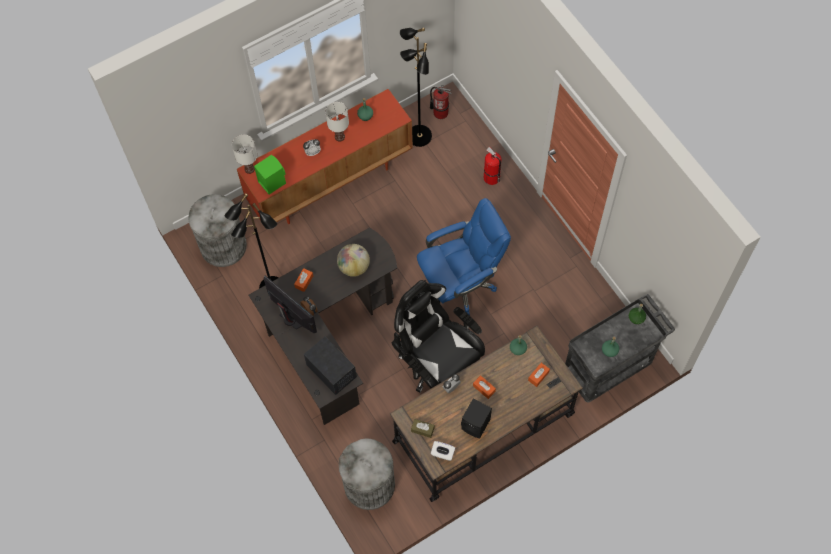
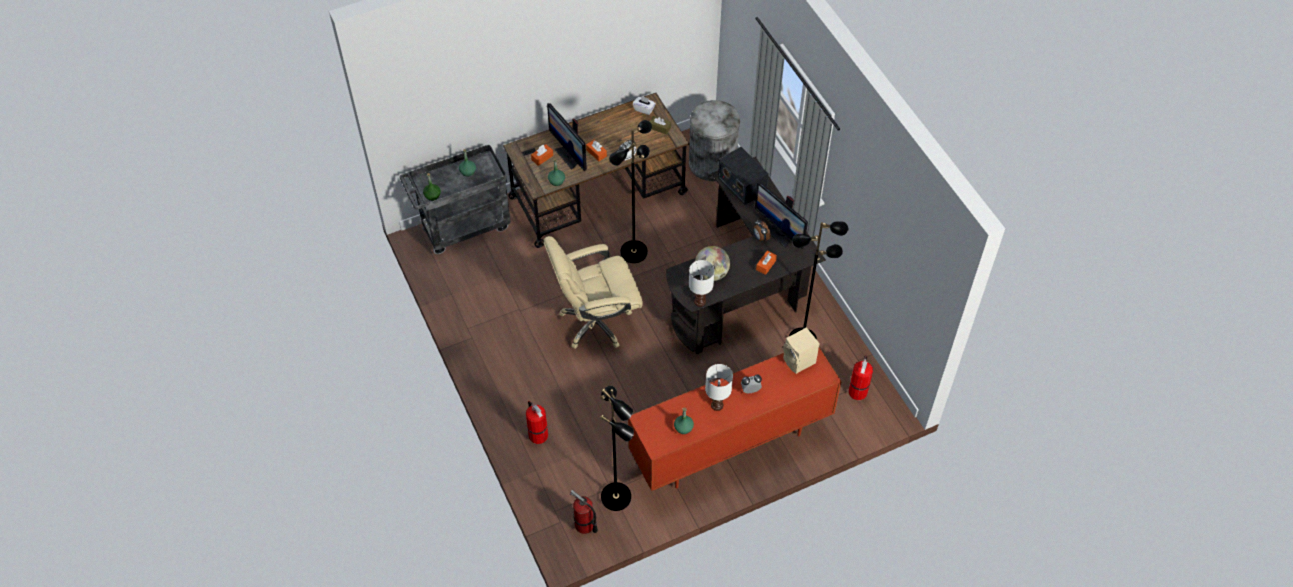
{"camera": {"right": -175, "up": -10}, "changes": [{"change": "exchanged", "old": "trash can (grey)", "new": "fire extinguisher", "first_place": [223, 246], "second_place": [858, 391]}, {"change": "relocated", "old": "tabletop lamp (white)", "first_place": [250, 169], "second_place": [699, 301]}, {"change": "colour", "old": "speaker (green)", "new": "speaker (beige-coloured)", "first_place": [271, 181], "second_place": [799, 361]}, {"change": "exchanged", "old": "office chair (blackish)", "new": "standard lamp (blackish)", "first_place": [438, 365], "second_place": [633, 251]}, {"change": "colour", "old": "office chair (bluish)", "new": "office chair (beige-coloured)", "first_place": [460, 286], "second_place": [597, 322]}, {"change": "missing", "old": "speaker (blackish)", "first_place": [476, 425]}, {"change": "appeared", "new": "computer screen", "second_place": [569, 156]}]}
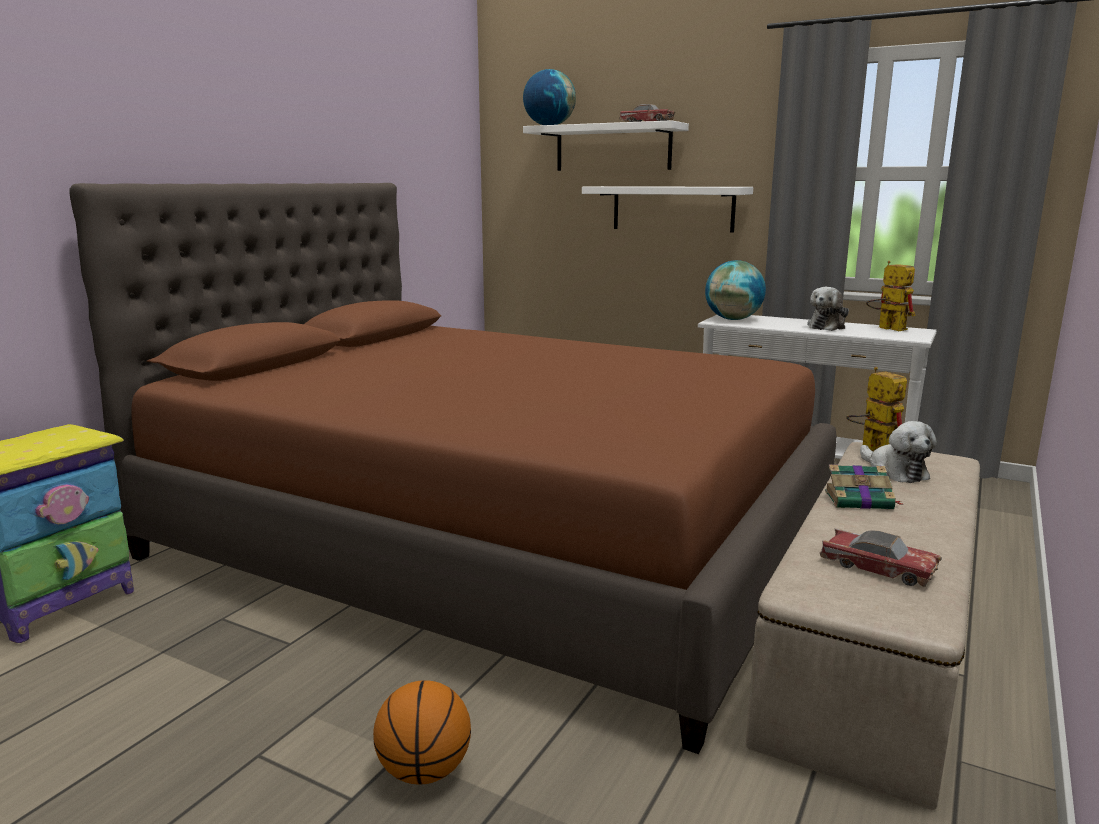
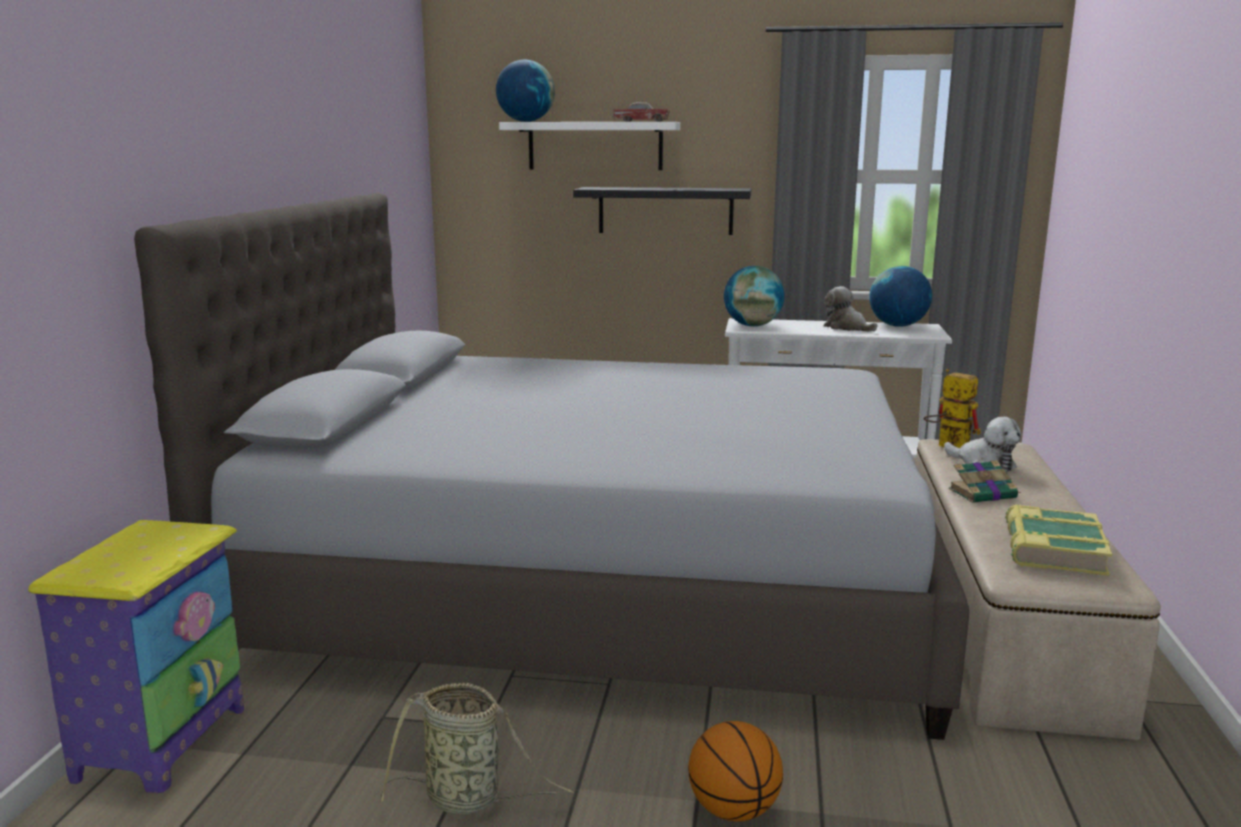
{"camera": {"right": -20, "up": 0}, "changes": [{"change": "colour", "old": "sleeping bed (brown-coloured)", "new": "sleeping bed (grey)", "first_place": [490, 540], "second_place": [594, 585]}, {"change": "colour", "old": "wall shelf (white)", "new": "wall shelf (blackish)", "first_place": [672, 208], "second_place": [665, 210]}, {"change": "spun", "old": "cuddly toy", "first_place": [827, 326], "second_place": [847, 328], "degrees": 120}, {"change": "exchanged", "old": "toy car", "new": "book", "first_place": [877, 568], "second_place": [1052, 549]}, {"change": "exchanged", "old": "robot figure", "new": "world globe", "first_place": [886, 328], "second_place": [897, 326]}, {"change": "appeared", "new": "basket", "second_place": [468, 799]}]}
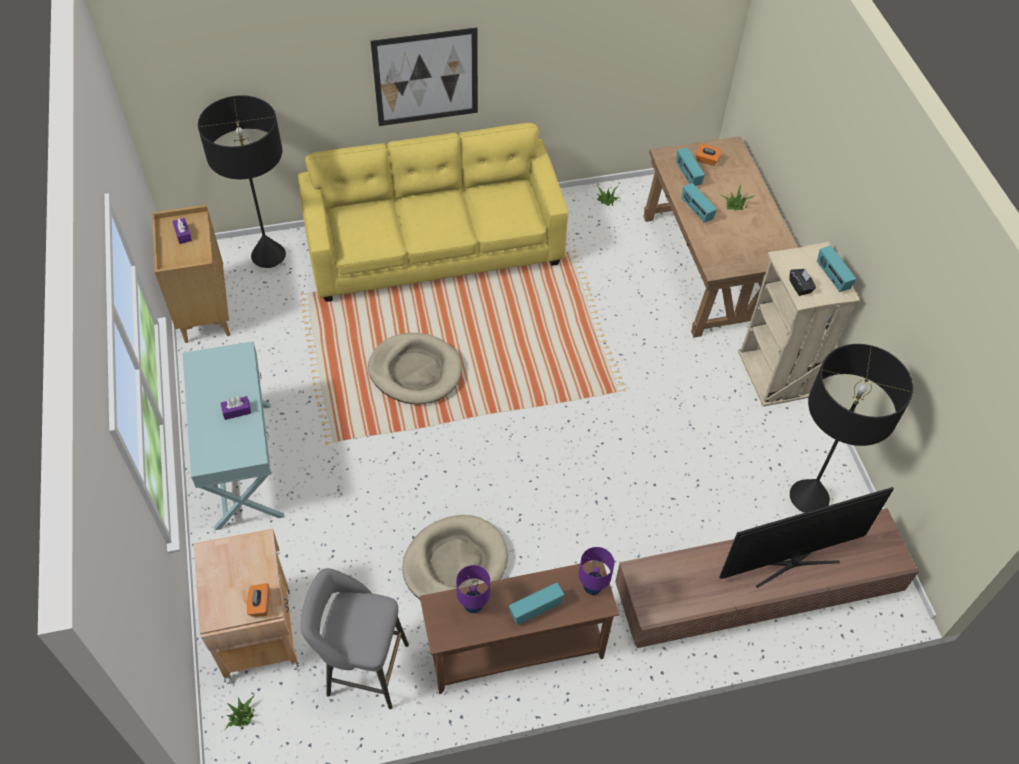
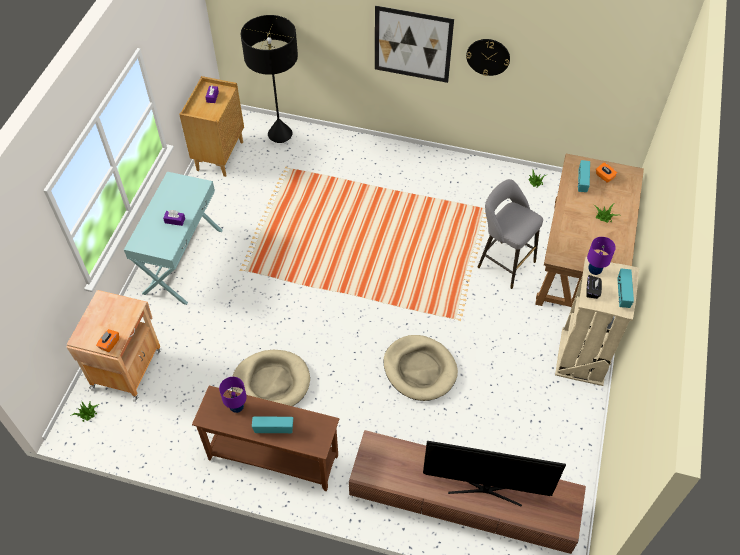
{"camera": {"right": 30, "up": 0}, "changes": [{"change": "missing", "old": "sofa (yellowish)", "first_place": [435, 248]}, {"change": "relocated", "old": "stool (grey)", "first_place": [362, 668], "second_place": [503, 262]}, {"change": "relocated", "old": "dog bed (beige-coloured)", "first_place": [415, 371], "second_place": [419, 369]}, {"change": "relocated", "old": "tabletop lamp (purplish)", "first_place": [593, 588], "second_place": [595, 271]}, {"change": "missing", "old": "radio receiver", "first_place": [696, 211]}, {"change": "missing", "old": "standard lamp (blackish)", "first_place": [808, 499]}, {"change": "appeared", "new": "clock on the wall", "second_place": [488, 57]}]}
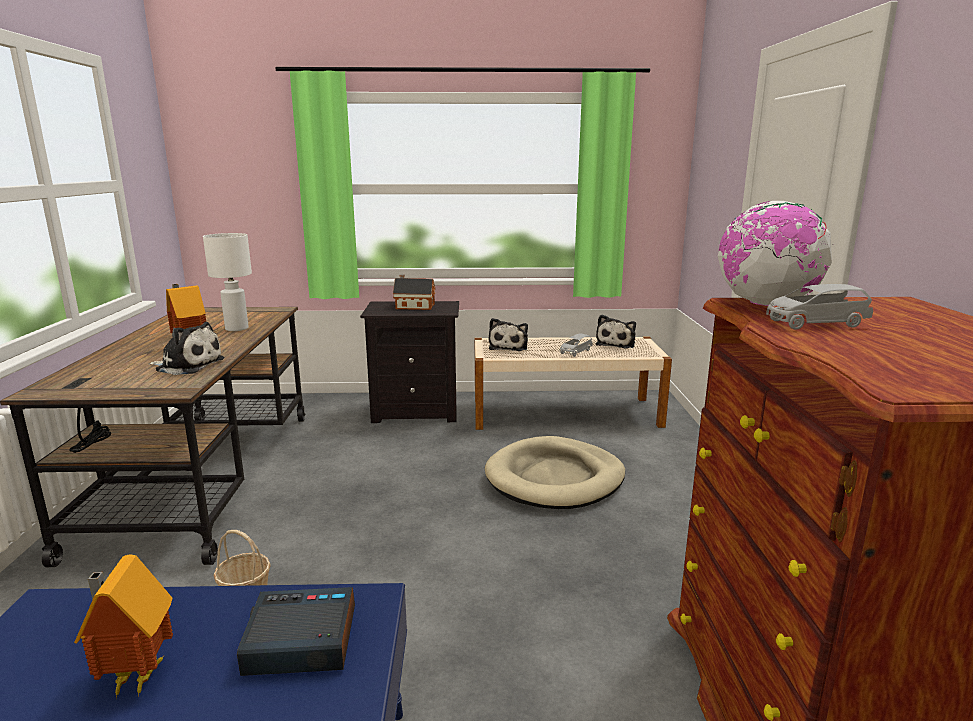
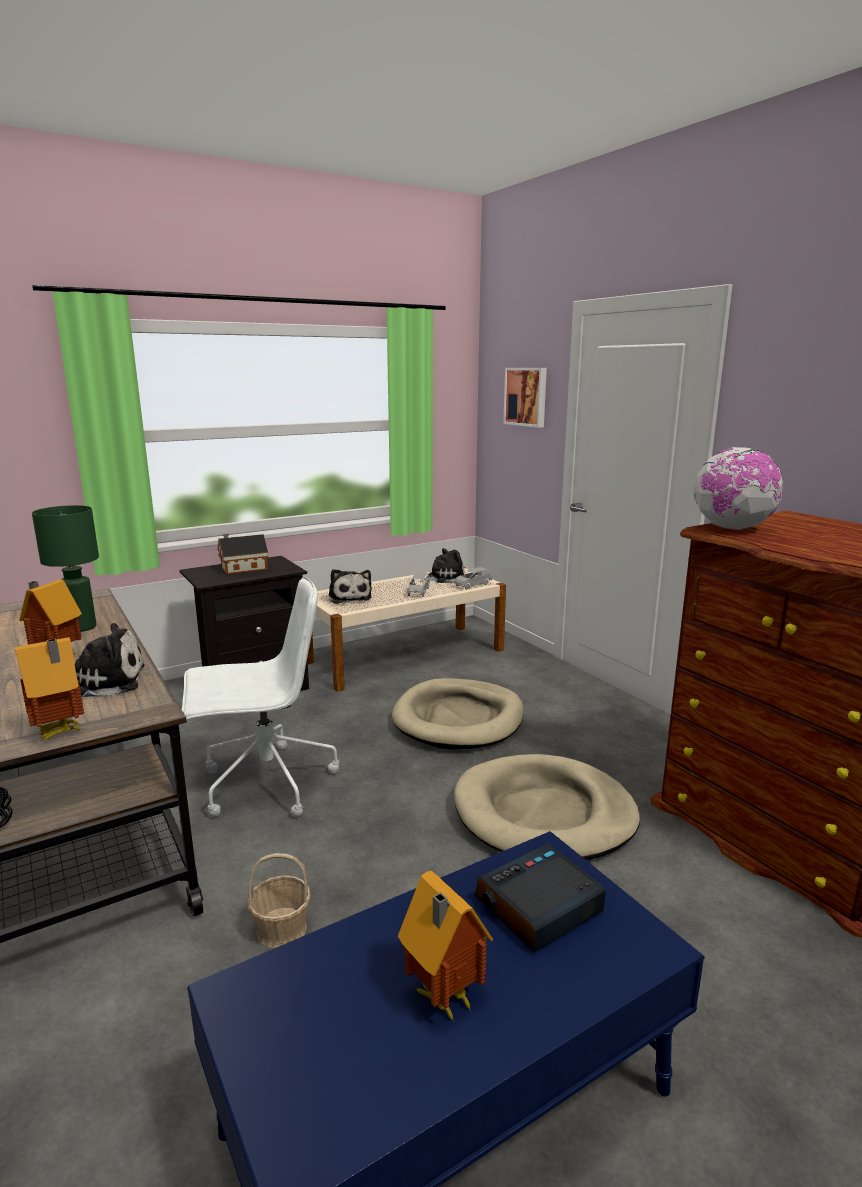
{"camera": {"right": -30, "up": 0}, "changes": [{"change": "colour", "old": "tabletop lamp (white)", "new": "tabletop lamp (green)", "first_place": [236, 328], "second_place": [80, 627]}, {"change": "spun", "old": "cuddly toy", "first_place": [616, 344], "second_place": [444, 578], "degrees": -105}, {"change": "relocated", "old": "toy car (grey)", "first_place": [814, 324], "second_place": [472, 585]}, {"change": "appeared", "new": "model house", "second_place": [60, 734]}, {"change": "appeared", "new": "office chair (white)", "second_place": [262, 785]}, {"change": "appeared", "new": "dog bed (beige-coloured)", "second_place": [544, 814]}, {"change": "appeared", "new": "picture", "second_place": [526, 396]}]}
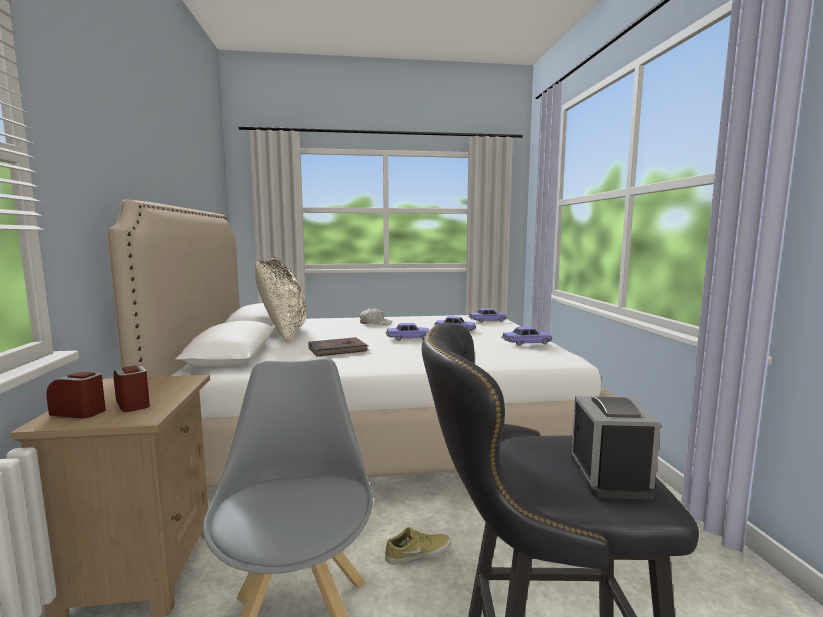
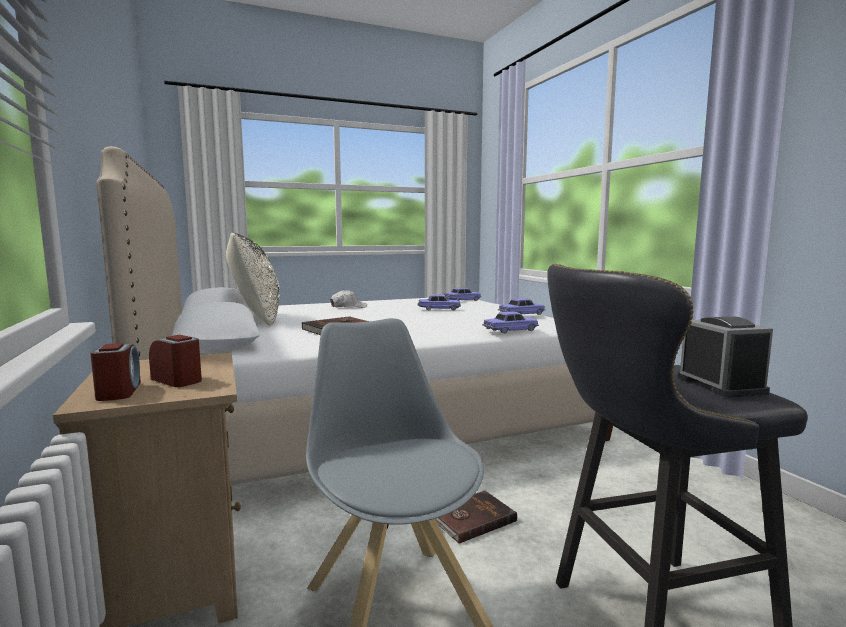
{"camera": {"right": -15, "up": 0}, "changes": [{"change": "spun", "old": "alarm clock", "first_place": [79, 412], "second_place": [119, 391], "degrees": 75}, {"change": "relocated", "old": "toy car", "first_place": [408, 338], "second_place": [510, 330]}, {"change": "exchanged", "old": "shoe (beige-coloured)", "new": "book (brown-coloured)", "first_place": [418, 552], "second_place": [471, 519]}]}
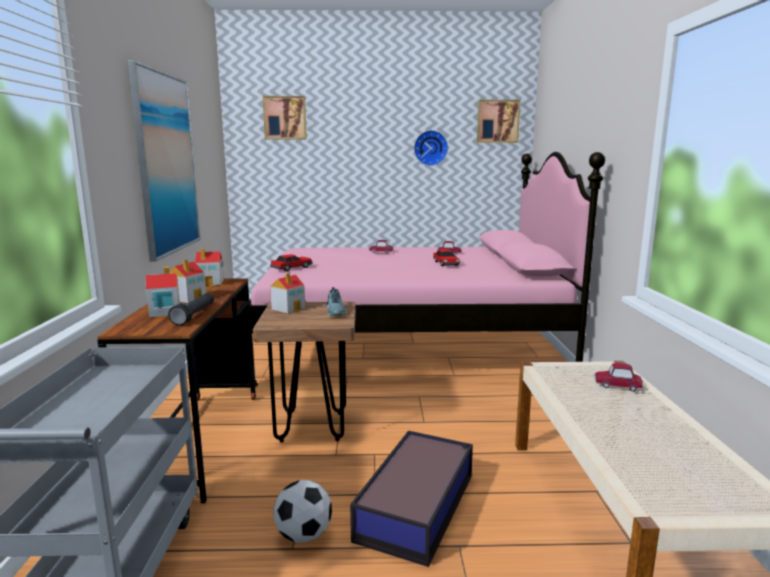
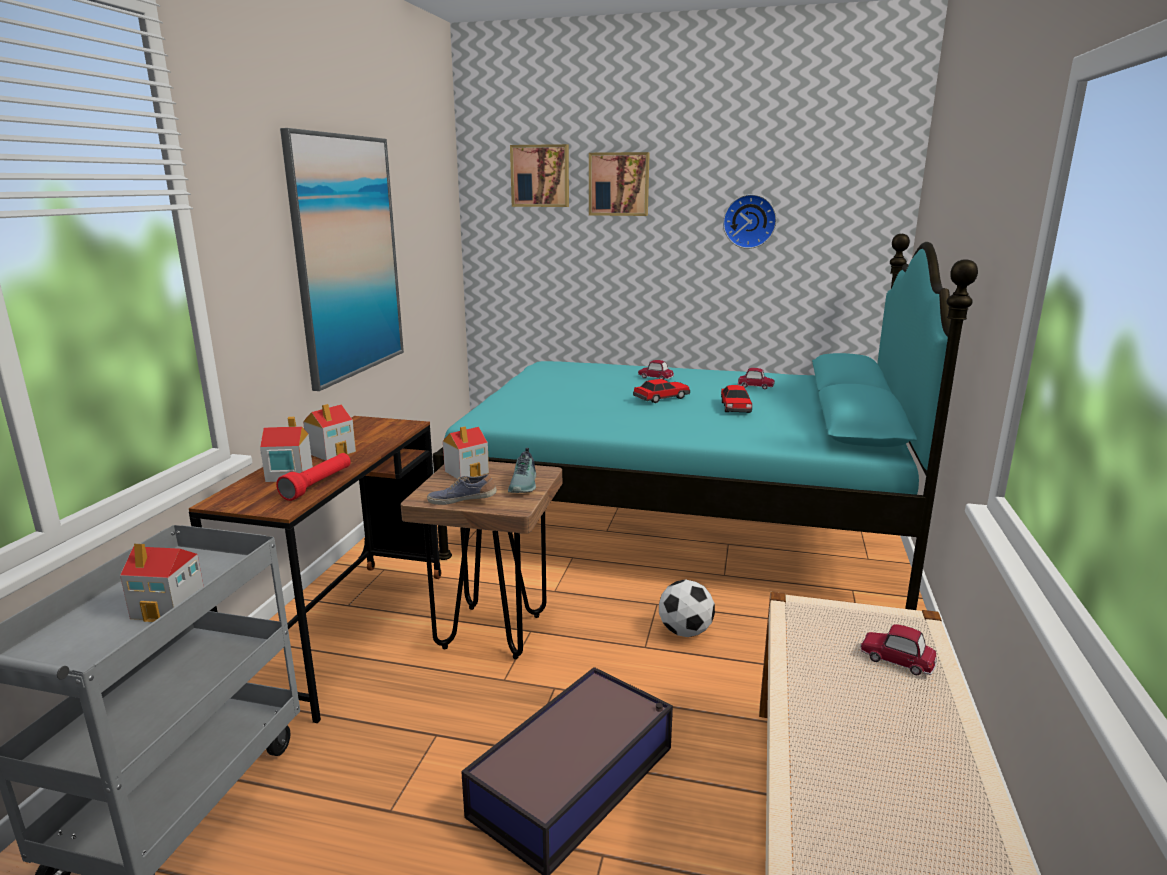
{"camera": {"right": 15, "up": 5}, "changes": [{"change": "colour", "old": "hand torch (blackish)", "new": "hand torch (reddish)", "first_place": [195, 315], "second_place": [318, 485]}, {"change": "relocated", "old": "model house", "first_place": [211, 283], "second_place": [169, 607]}, {"change": "colour", "old": "sleeping bed (pinkish)", "new": "sleeping bed (turquoise)", "first_place": [409, 346], "second_place": [680, 518]}, {"change": "relocated", "old": "toy car", "first_place": [292, 268], "second_place": [662, 398]}, {"change": "relocated", "old": "football ball", "first_place": [303, 535], "second_place": [685, 631]}, {"change": "relocated", "old": "picture", "first_place": [497, 121], "second_place": [619, 184]}, {"change": "appeared", "new": "shoe", "second_place": [462, 501]}]}
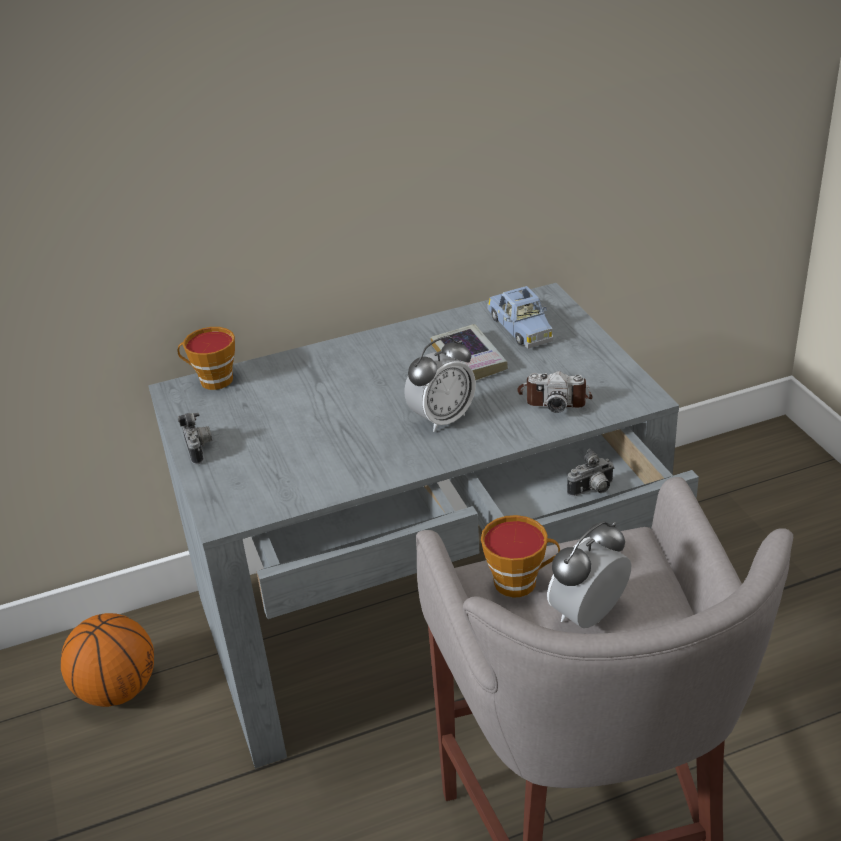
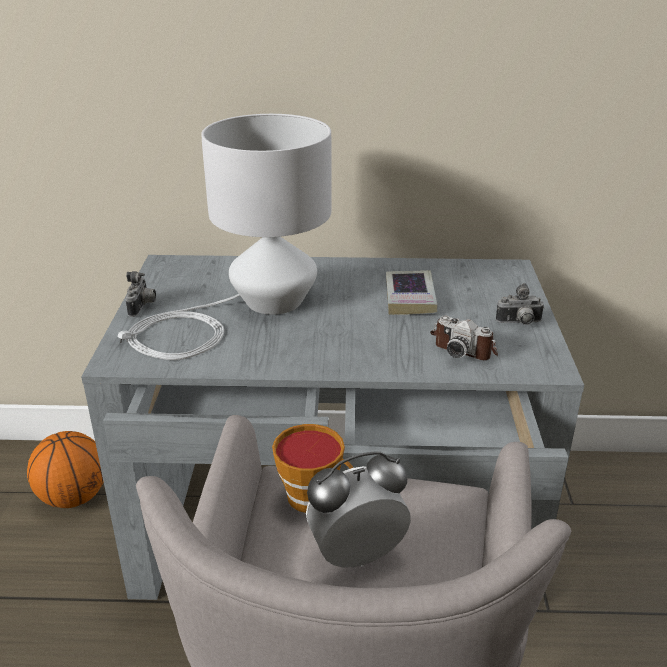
{"camera": {"right": 20, "up": -5}, "changes": [{"change": "missing", "old": "small cup", "first_place": [212, 380]}, {"change": "missing", "old": "alarm clock", "first_place": [442, 419]}, {"change": "missing", "old": "toy car (bluish)", "first_place": [521, 328]}, {"change": "relocated", "old": "photo camera", "first_place": [592, 491], "second_place": [519, 323]}, {"change": "appeared", "new": "tabletop lamp (white)", "second_place": [237, 313]}]}
